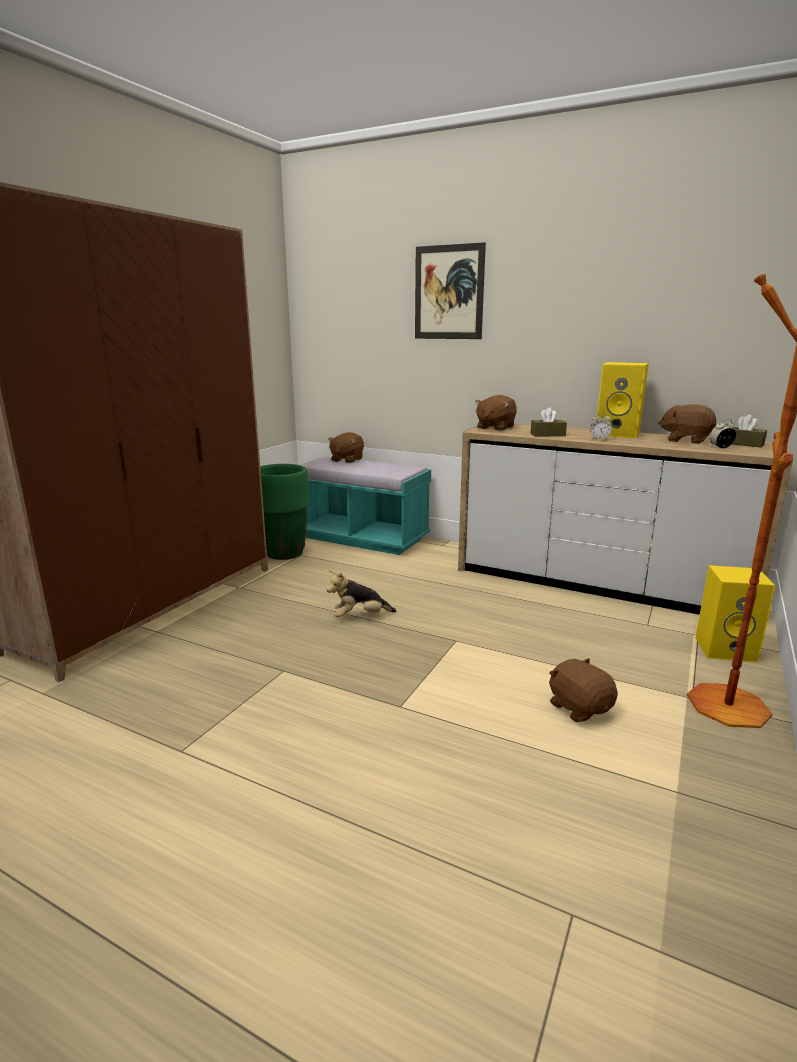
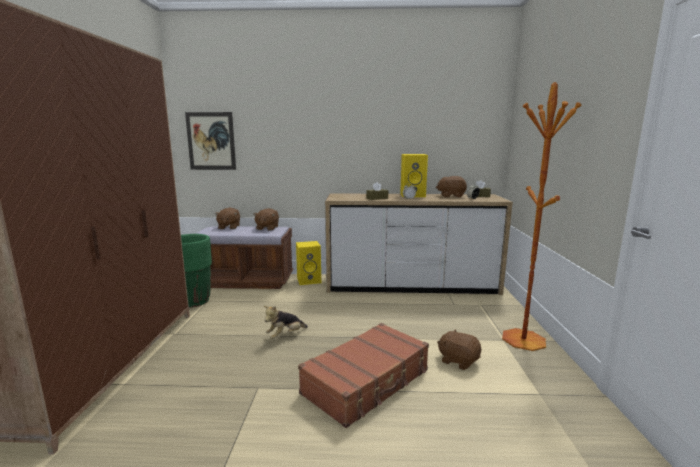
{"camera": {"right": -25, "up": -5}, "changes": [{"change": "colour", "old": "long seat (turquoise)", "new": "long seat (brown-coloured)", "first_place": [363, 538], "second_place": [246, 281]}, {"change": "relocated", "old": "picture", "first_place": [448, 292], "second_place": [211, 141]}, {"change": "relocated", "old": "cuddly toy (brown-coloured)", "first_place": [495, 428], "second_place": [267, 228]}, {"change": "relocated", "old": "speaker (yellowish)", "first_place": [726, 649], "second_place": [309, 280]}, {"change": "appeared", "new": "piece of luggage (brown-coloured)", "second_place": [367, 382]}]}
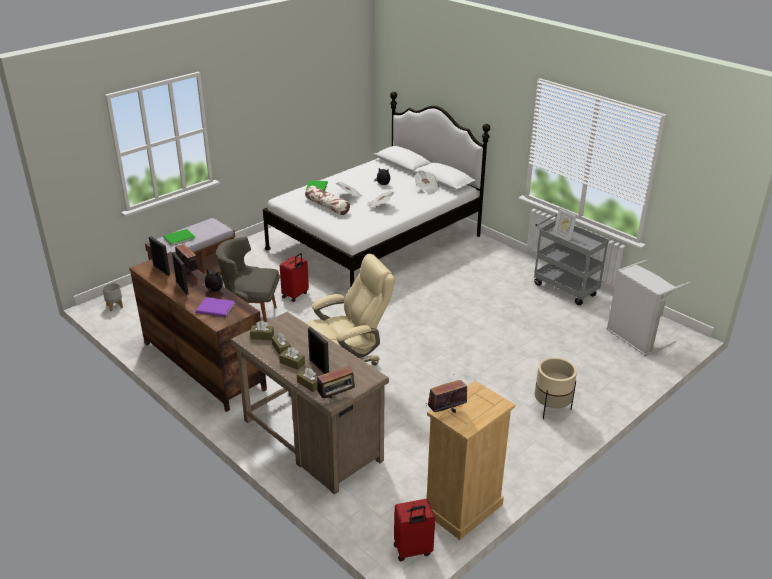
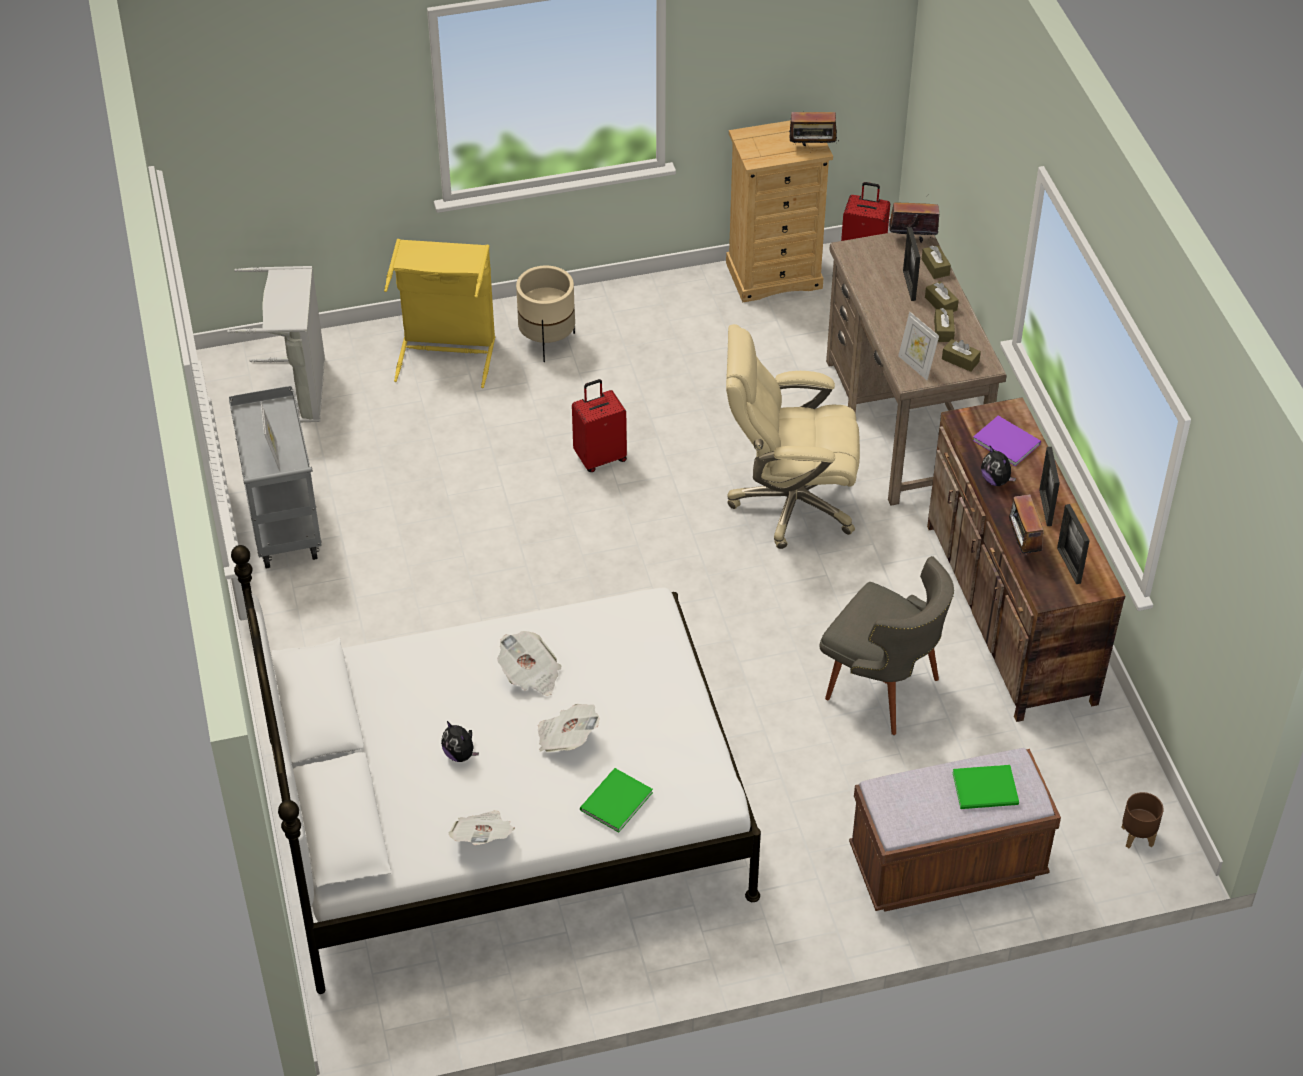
{"camera": {"right": -150, "up": 15}, "changes": [{"change": "colour", "old": "flower pot (grey)", "new": "flower pot (brown-coloured)", "first_place": [114, 306], "second_place": [1138, 836]}, {"change": "relocated", "old": "piece of luggage (reddish)", "first_place": [295, 295], "second_place": [600, 457]}, {"change": "missing", "old": "pillow", "first_place": [327, 206]}, {"change": "relocated", "old": "newspaper", "first_place": [426, 189], "second_place": [483, 838]}, {"change": "appeared", "new": "washing basket (yellowish)", "second_place": [447, 352]}, {"change": "appeared", "new": "standing frame", "second_place": [916, 366]}]}
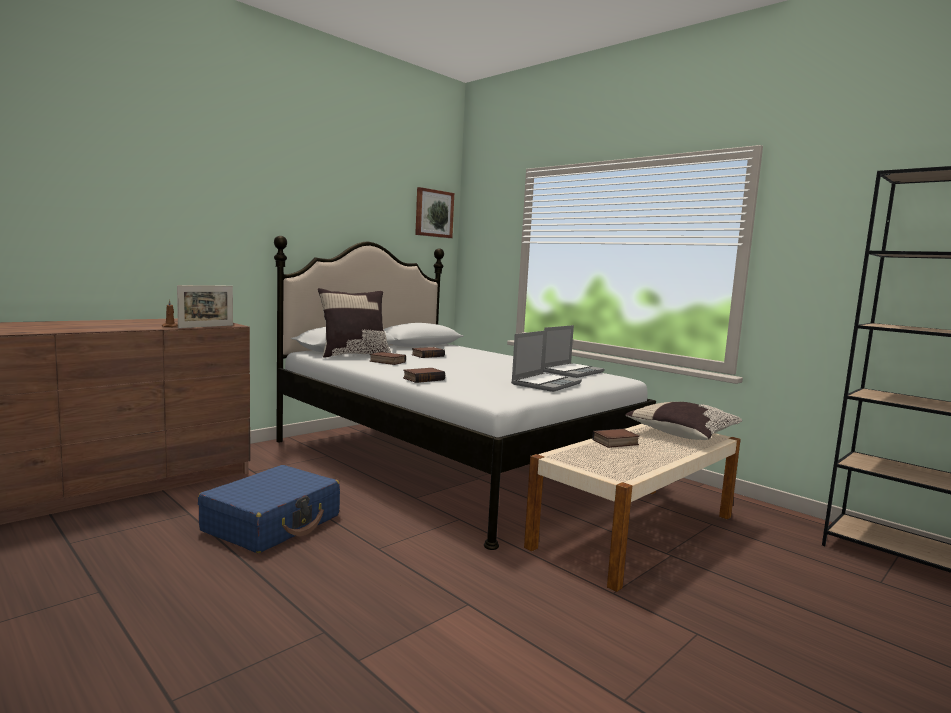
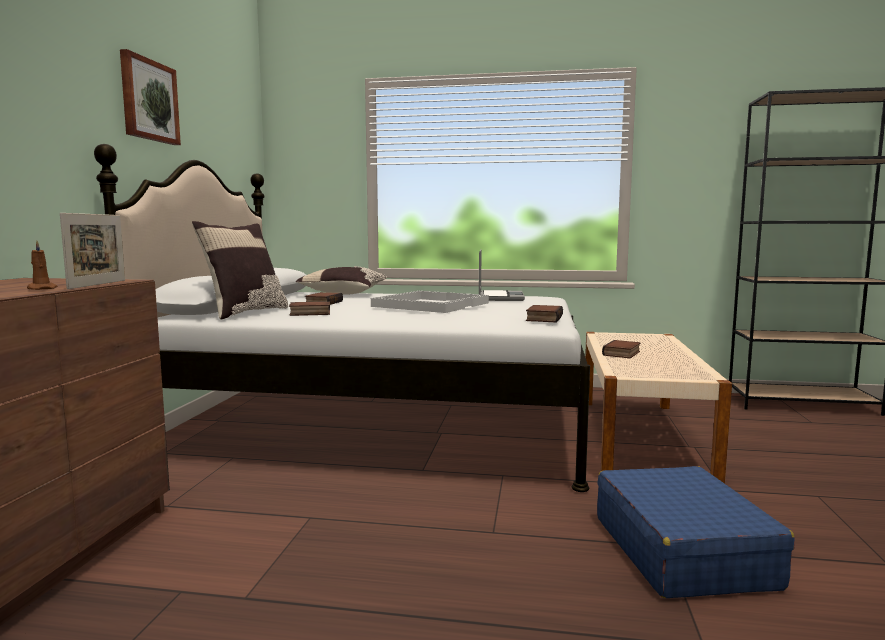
{"camera": {"right": -35, "up": 0}, "changes": [{"change": "relocated", "old": "piece of luggage (bluish)", "first_place": [273, 523], "second_place": [682, 551]}, {"change": "relocated", "old": "book", "first_place": [423, 379], "second_place": [543, 318]}, {"change": "relocated", "old": "picture", "first_place": [433, 213], "second_place": [148, 100]}, {"change": "missing", "old": "notebook computer", "first_place": [546, 384]}, {"change": "relocated", "old": "pillow", "first_place": [682, 434], "second_place": [344, 293]}, {"change": "appeared", "new": "serving tray (white)", "second_place": [430, 304]}]}
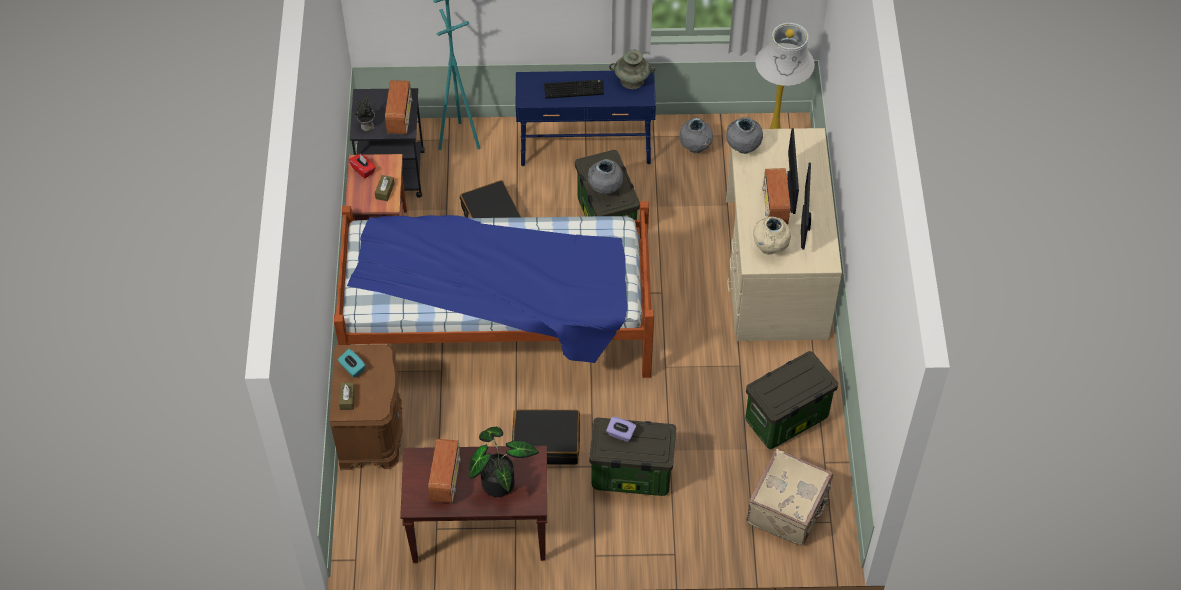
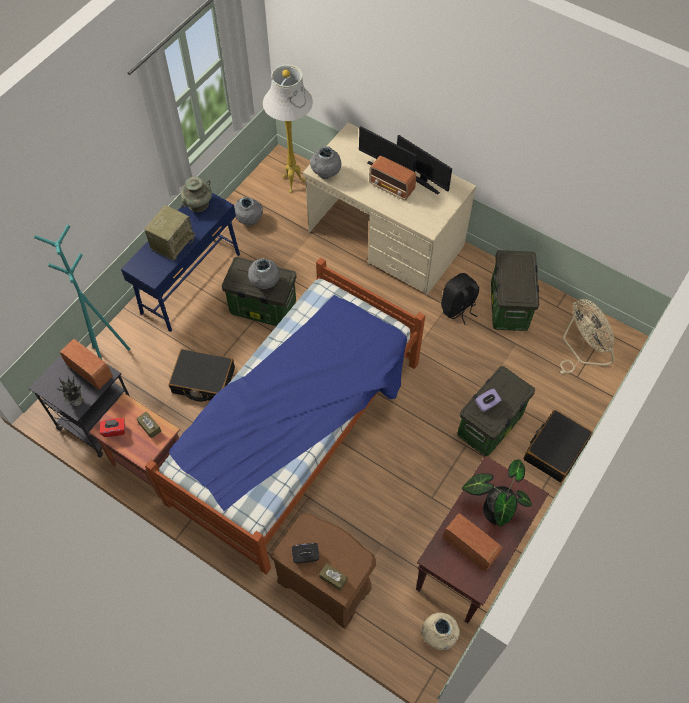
{"camera": {"right": -55, "up": 5}, "changes": [{"change": "colour", "old": "tissue holder (turquoise)", "new": "tissue holder (blackish)", "first_place": [352, 368], "second_place": [305, 556]}, {"change": "relocated", "old": "piece of luggage (blackish)", "first_place": [546, 442], "second_place": [555, 449]}, {"change": "exchanged", "old": "computer keyboard", "new": "radio receiver", "first_place": [574, 89], "second_place": [172, 242]}, {"change": "exchanged", "old": "piece of luggage (beige-coloured)", "new": "fan (beige-coloured)", "first_place": [788, 509], "second_place": [580, 349]}, {"change": "relocated", "old": "flower vase (beige-coloured)", "first_place": [769, 248], "second_place": [438, 635]}, {"change": "appeared", "new": "rucksack (blackish)", "second_place": [458, 308]}]}
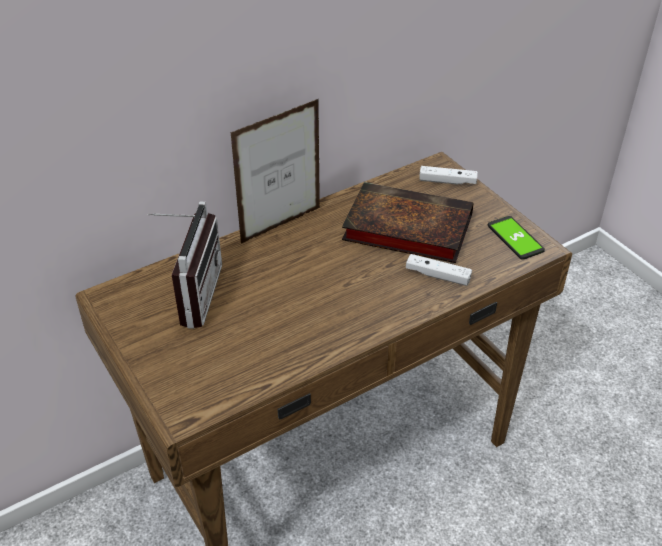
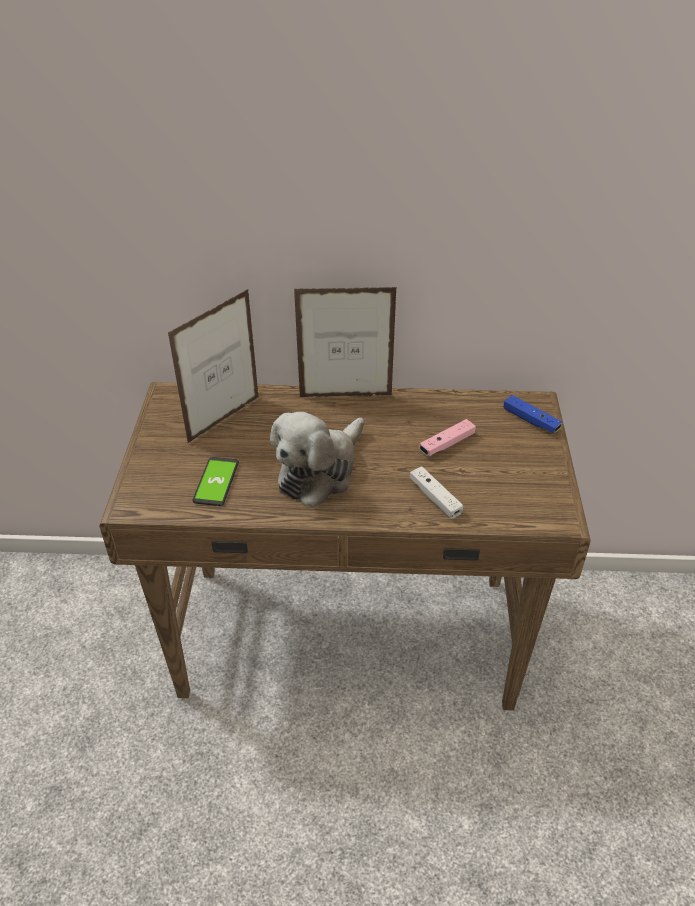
{"camera": {"right": 35, "up": 0}, "changes": [{"change": "exchanged", "old": "radio receiver", "new": "standing frame", "first_place": [190, 294], "second_place": [224, 419]}, {"change": "exchanged", "old": "book", "new": "game controller (pinkish)", "first_place": [404, 228], "second_place": [447, 444]}, {"change": "colour", "old": "game controller (white)", "new": "game controller (bluish)", "first_place": [447, 181], "second_place": [530, 420]}, {"change": "relocated", "old": "phone", "first_place": [515, 238], "second_place": [216, 482]}, {"change": "appeared", "new": "cuddly toy", "second_place": [320, 471]}]}
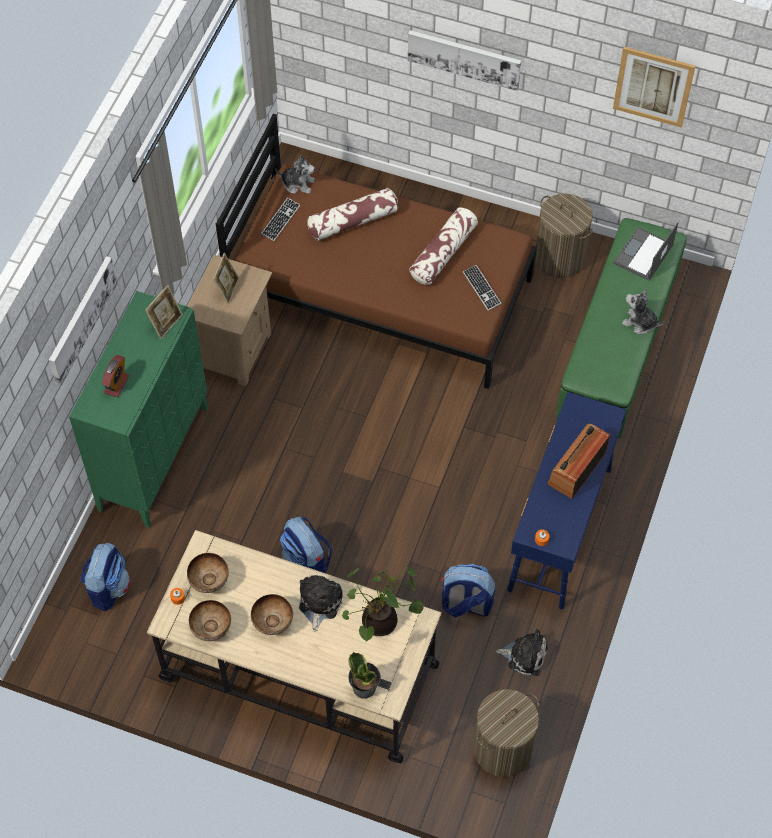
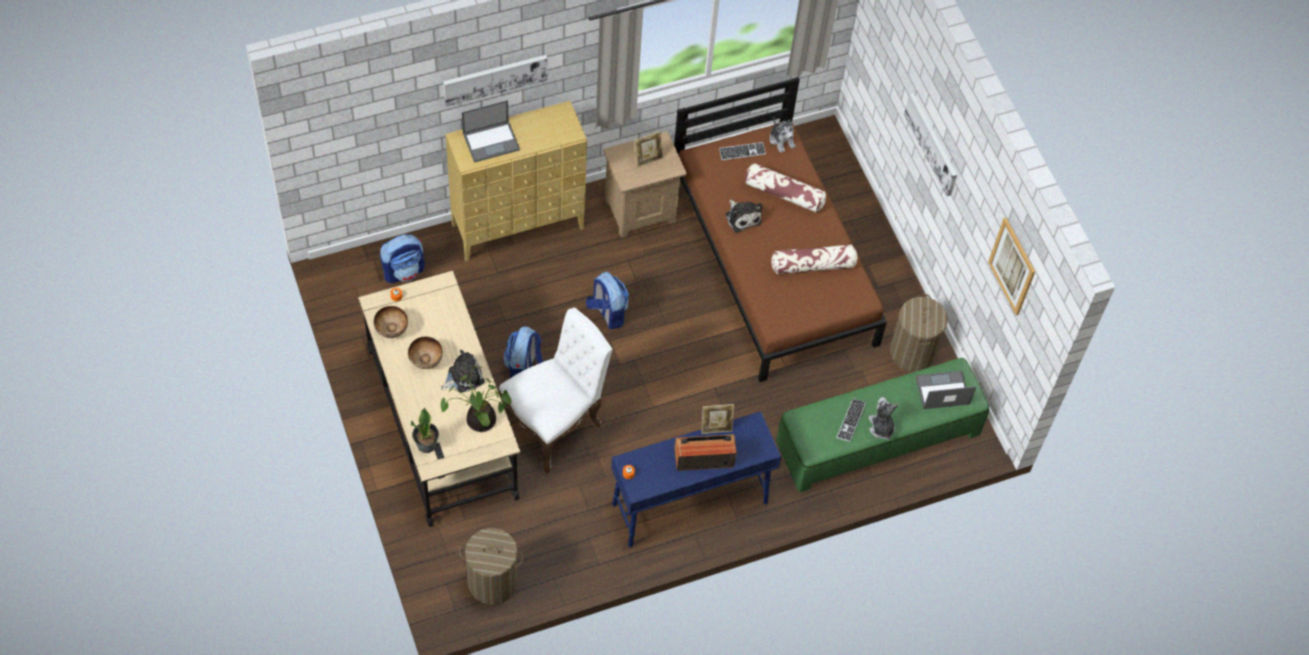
{"camera": {"right": 45, "up": 0}, "changes": [{"change": "colour", "old": "drawer chest (green)", "new": "drawer chest (beige-coloured)", "first_place": [156, 458], "second_place": [519, 227]}, {"change": "exchanged", "old": "alarm clock", "new": "notebook computer", "first_place": [116, 384], "second_place": [491, 141]}, {"change": "relocated", "old": "standing frame", "first_place": [166, 323], "second_place": [716, 427]}, {"change": "missing", "old": "bowl", "first_place": [209, 581]}, {"change": "relocated", "old": "rucksack", "first_place": [465, 604], "second_place": [607, 312]}, {"change": "relocated", "old": "computer keyboard", "first_place": [481, 288], "second_place": [851, 420]}, {"change": "relocated", "old": "cuddly toy", "first_place": [524, 655], "second_place": [742, 217]}, {"change": "appeared", "new": "chair (white)", "second_place": [554, 424]}]}
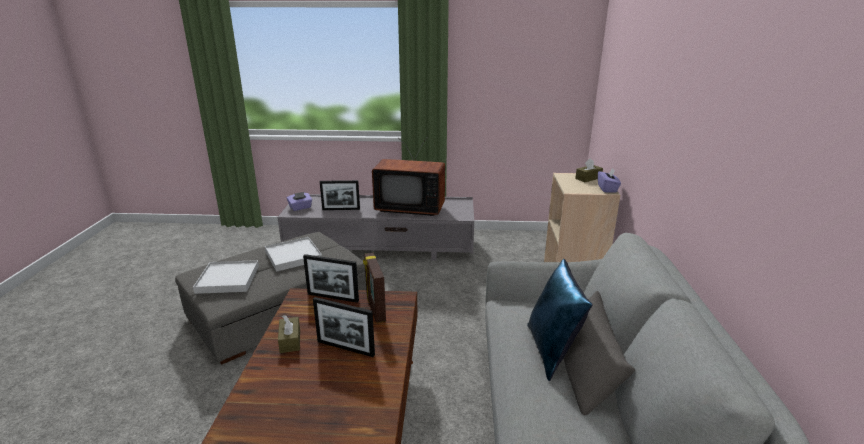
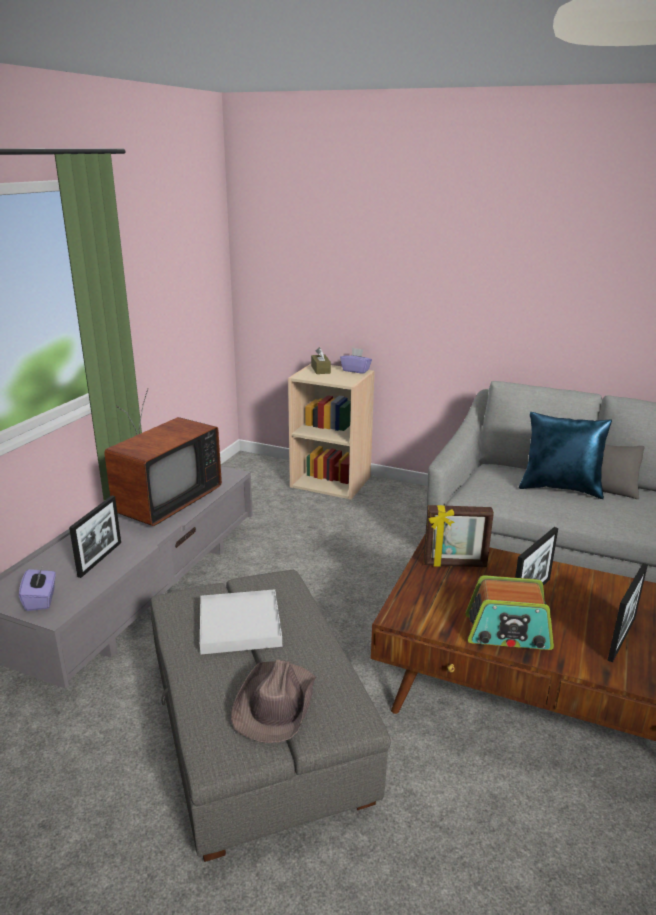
{"camera": {"right": -70, "up": 0}, "changes": [{"change": "exchanged", "old": "serving tray (white)", "new": "clothing hat (brown-coloured)", "first_place": [228, 279], "second_place": [275, 703]}, {"change": "exchanged", "old": "tissue holder (brown-coloured)", "new": "radio receiver", "first_place": [290, 340], "second_place": [507, 633]}, {"change": "relocated", "old": "standing frame", "first_place": [333, 297], "second_place": [621, 638]}]}
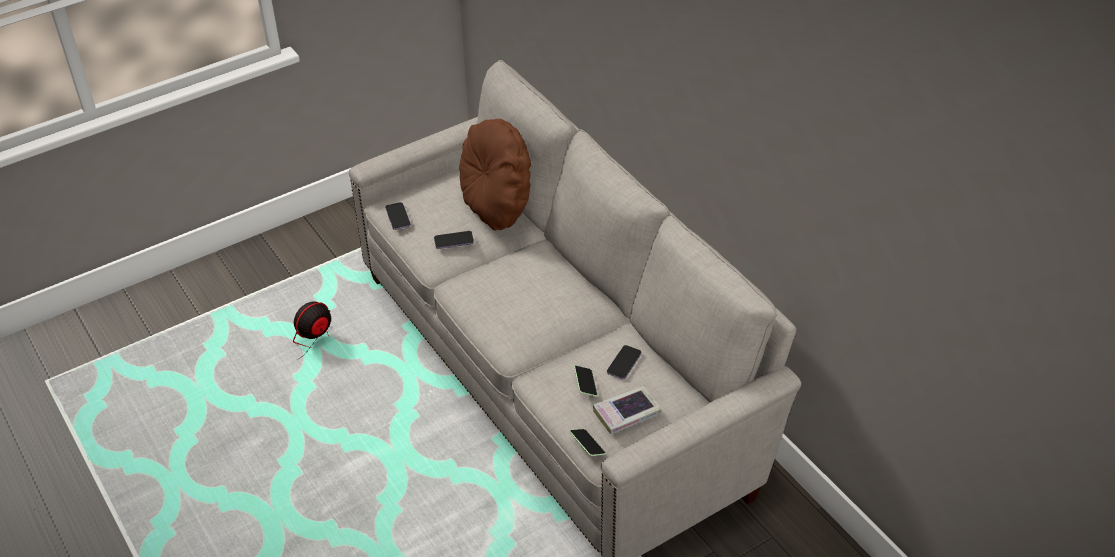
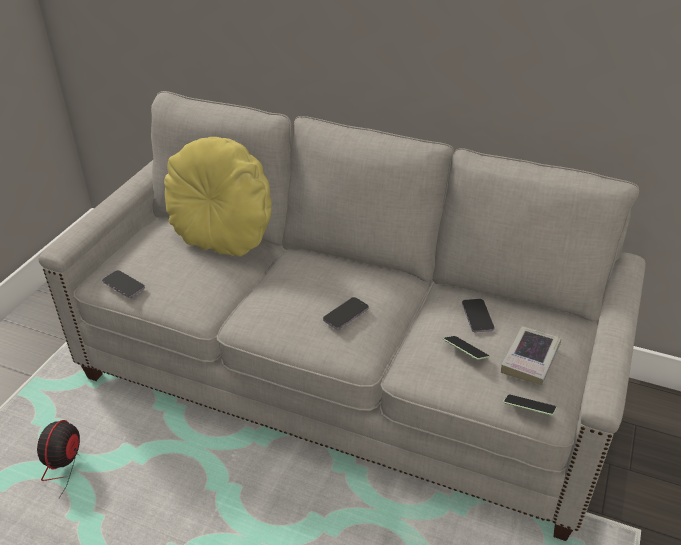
{"camera": {"right": -35, "up": -5}, "changes": [{"change": "relocated", "old": "phone", "first_place": [454, 241], "second_place": [346, 314]}, {"change": "colour", "old": "pillow (brown-coloured)", "new": "pillow (yellowish)", "first_place": [497, 210], "second_place": [222, 241]}]}
